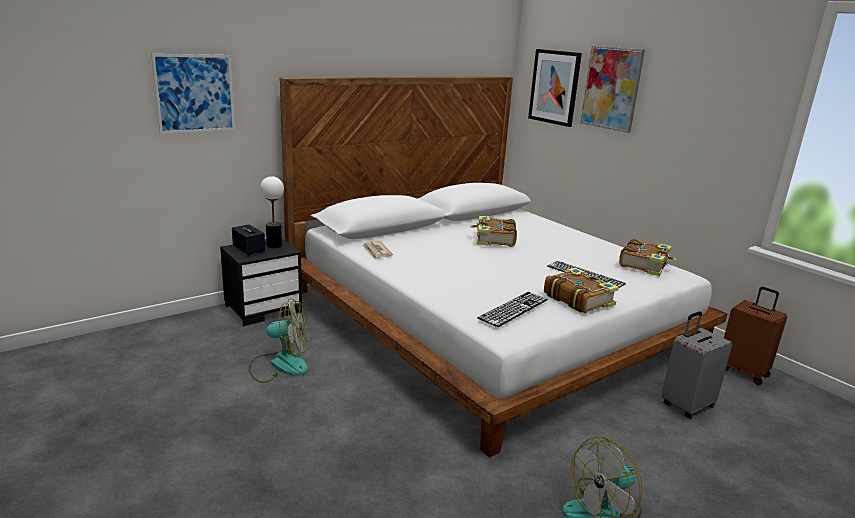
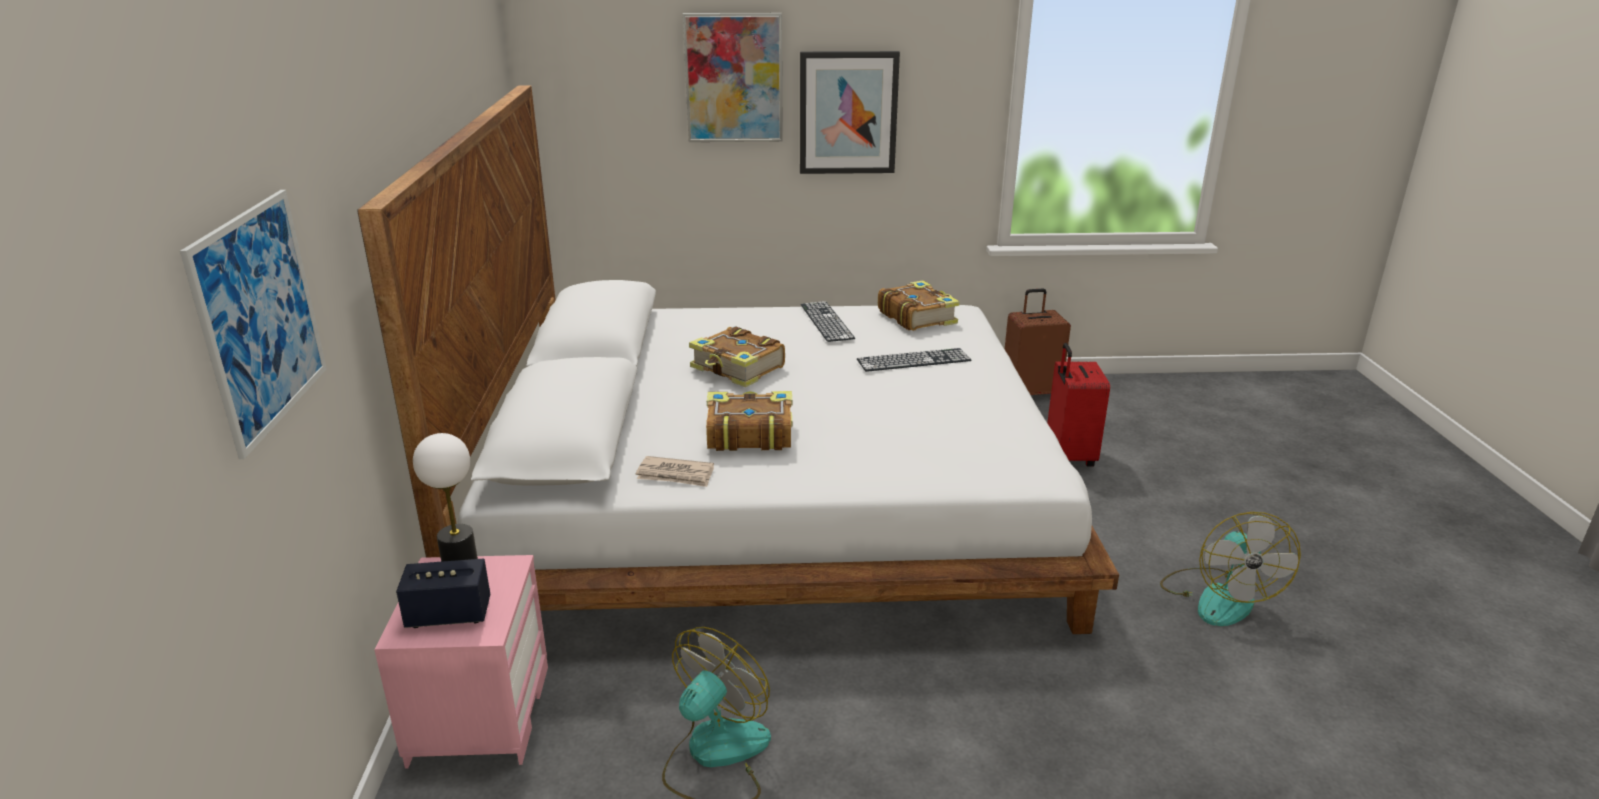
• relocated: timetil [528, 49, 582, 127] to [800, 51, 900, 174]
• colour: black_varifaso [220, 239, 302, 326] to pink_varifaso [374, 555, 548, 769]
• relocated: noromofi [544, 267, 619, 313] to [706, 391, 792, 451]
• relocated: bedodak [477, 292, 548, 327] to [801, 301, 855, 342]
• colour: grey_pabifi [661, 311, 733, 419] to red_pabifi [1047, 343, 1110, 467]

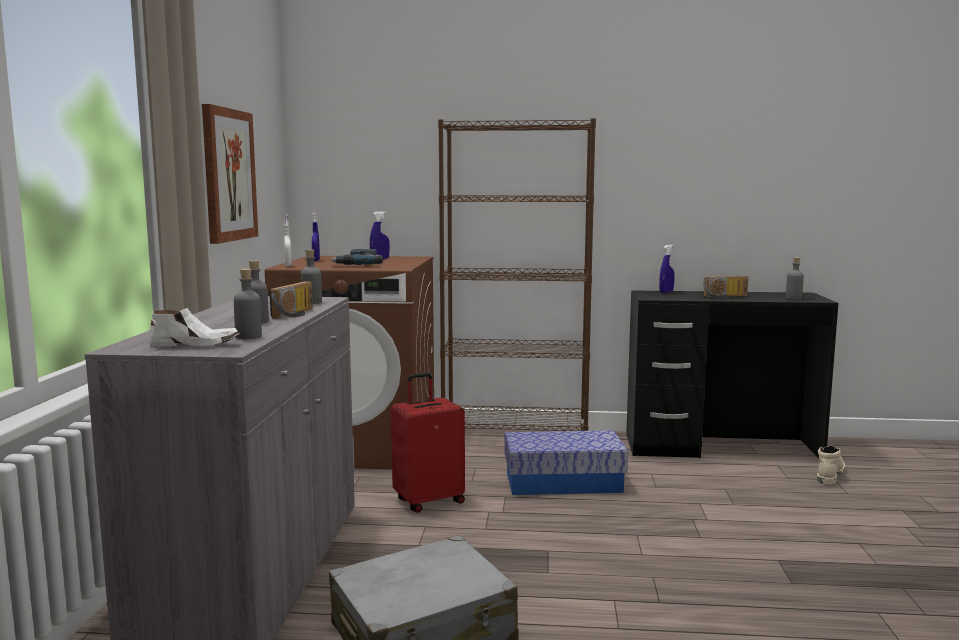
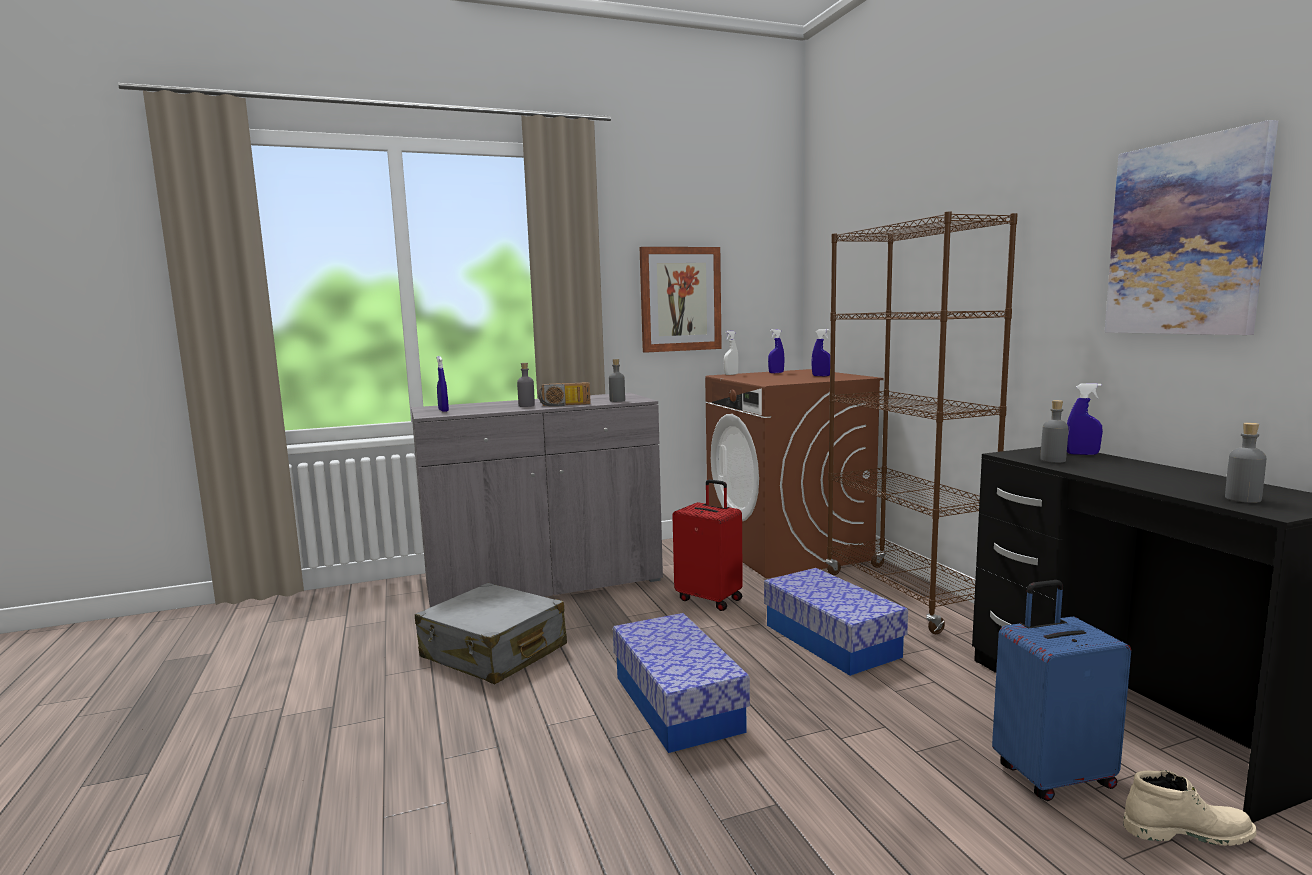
• missing: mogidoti [331, 249, 383, 265]
• relocated: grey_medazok [234, 269, 262, 339] to [1040, 400, 1069, 463]
• missing: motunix [703, 276, 749, 298]
• exchanged: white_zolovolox [149, 308, 239, 347] to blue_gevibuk [437, 356, 449, 412]
• appeared: timetil [1104, 120, 1278, 335]
• appeared: blue_pabifi [992, 580, 1131, 801]
• appeared: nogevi [613, 613, 750, 753]

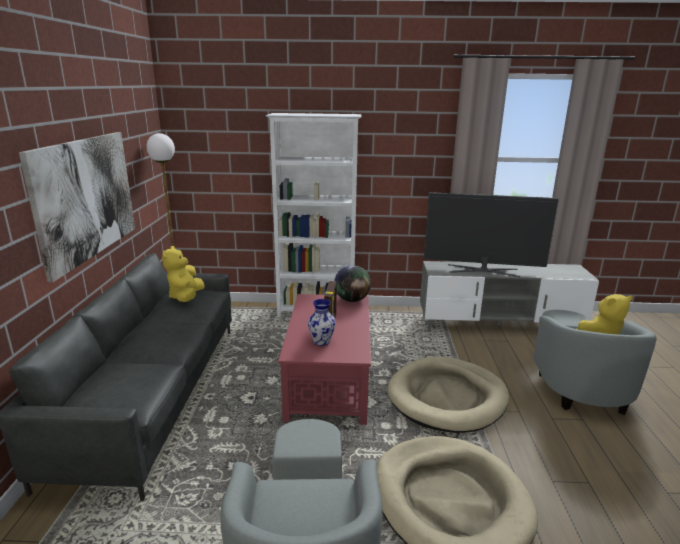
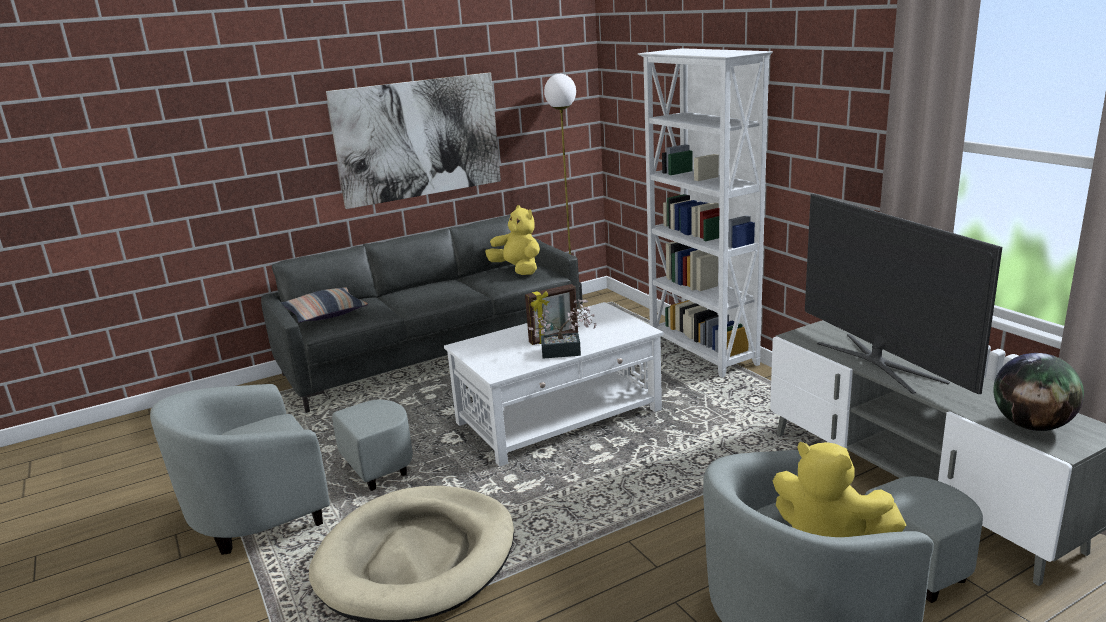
• spun: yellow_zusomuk [162, 246, 205, 302] = [485, 205, 540, 275] 75 degrees clockwise
• relocated: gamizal [335, 265, 371, 302] to [993, 353, 1084, 431]
• colour: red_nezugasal [278, 294, 372, 425] to white_nezugasal [444, 302, 663, 467]
• missing: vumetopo [308, 299, 336, 346]
• missing: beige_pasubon [387, 356, 509, 433]
• appeared: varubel [281, 287, 368, 323]
• appeared: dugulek [529, 300, 597, 359]

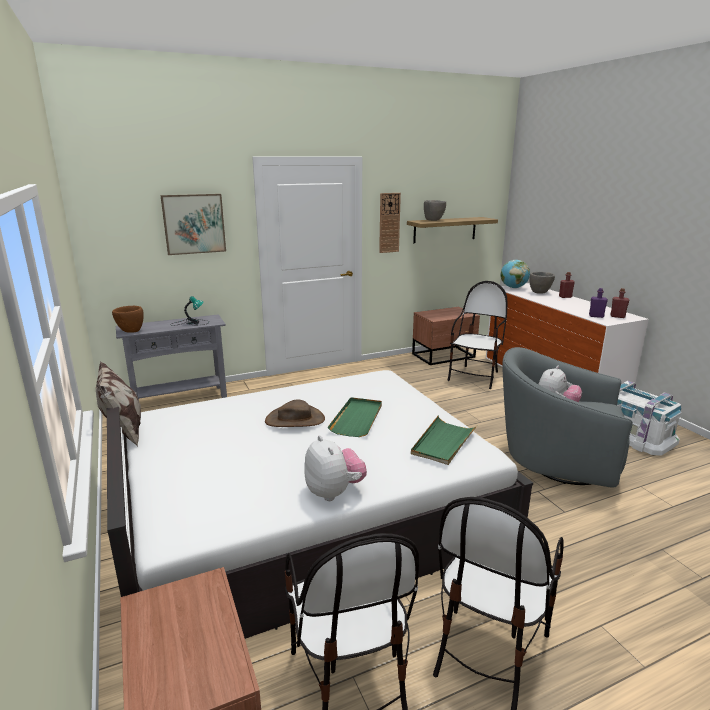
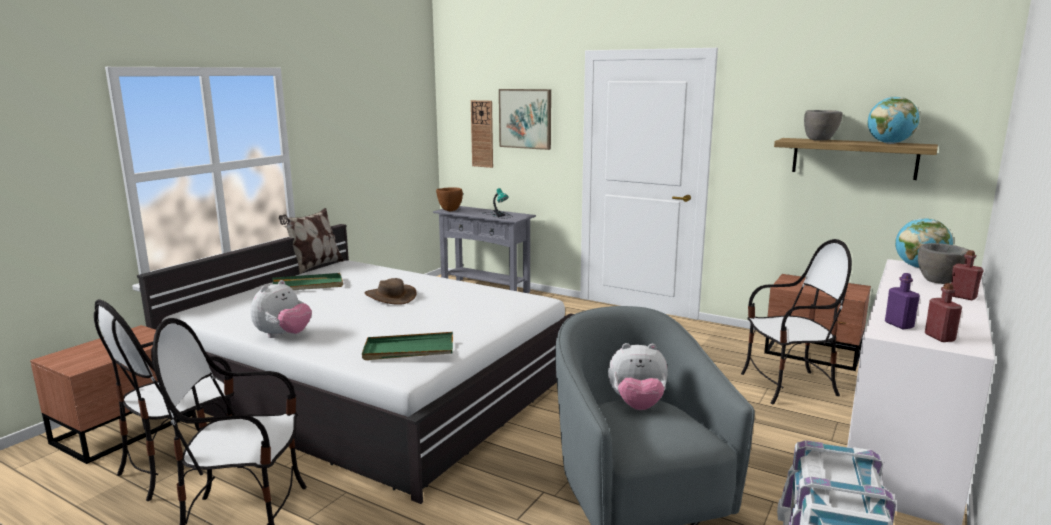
• relocated: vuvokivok [379, 193, 401, 253] to [471, 100, 493, 168]
• relocated: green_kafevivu [328, 397, 382, 437] to [272, 273, 343, 290]
• appeared: gamizal [867, 97, 919, 144]

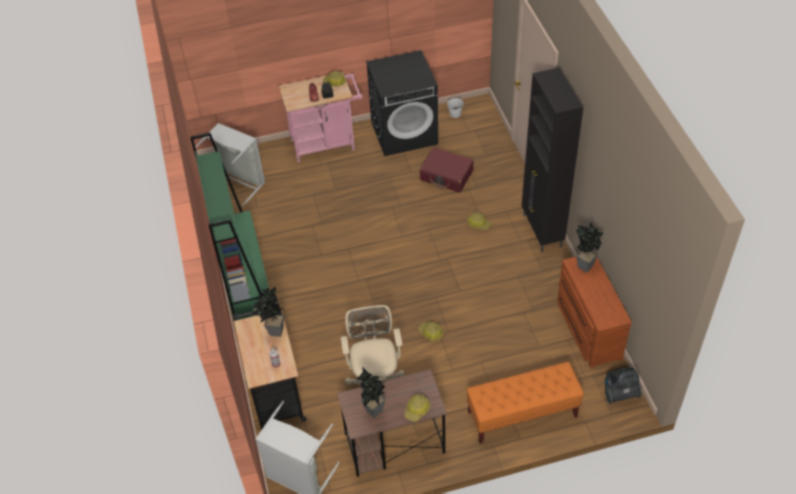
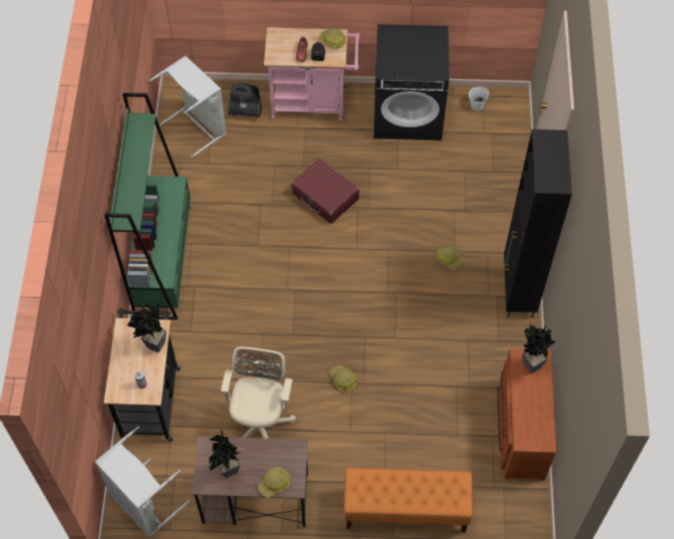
• relocated: red_pabifi [419, 148, 474, 193] to [291, 159, 359, 224]
• relocated: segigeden [605, 367, 642, 404] to [228, 83, 262, 117]

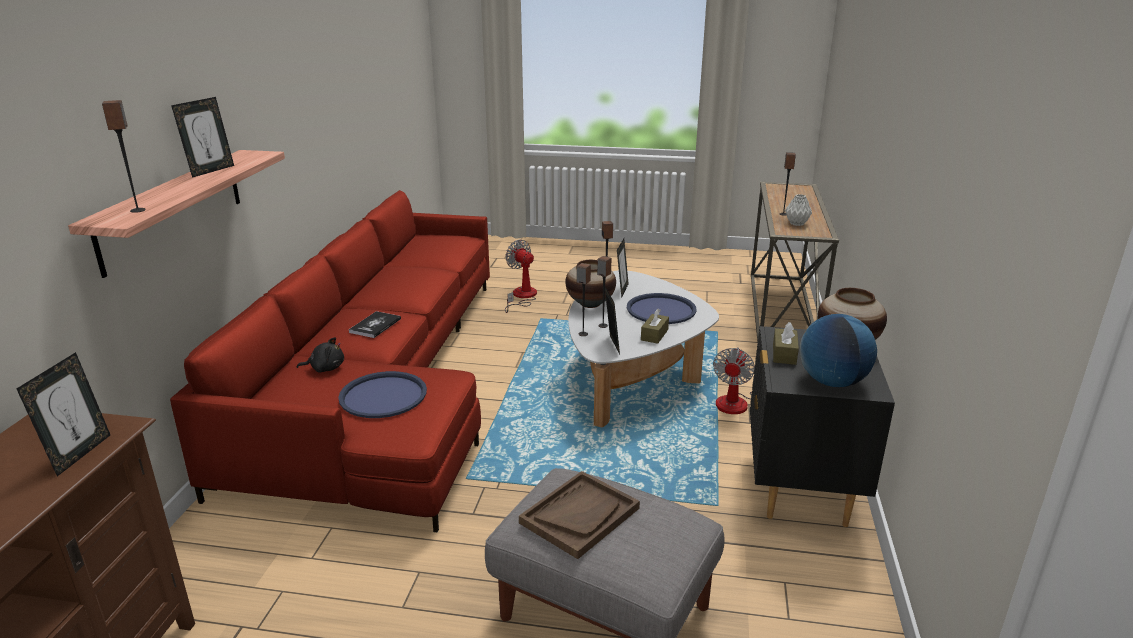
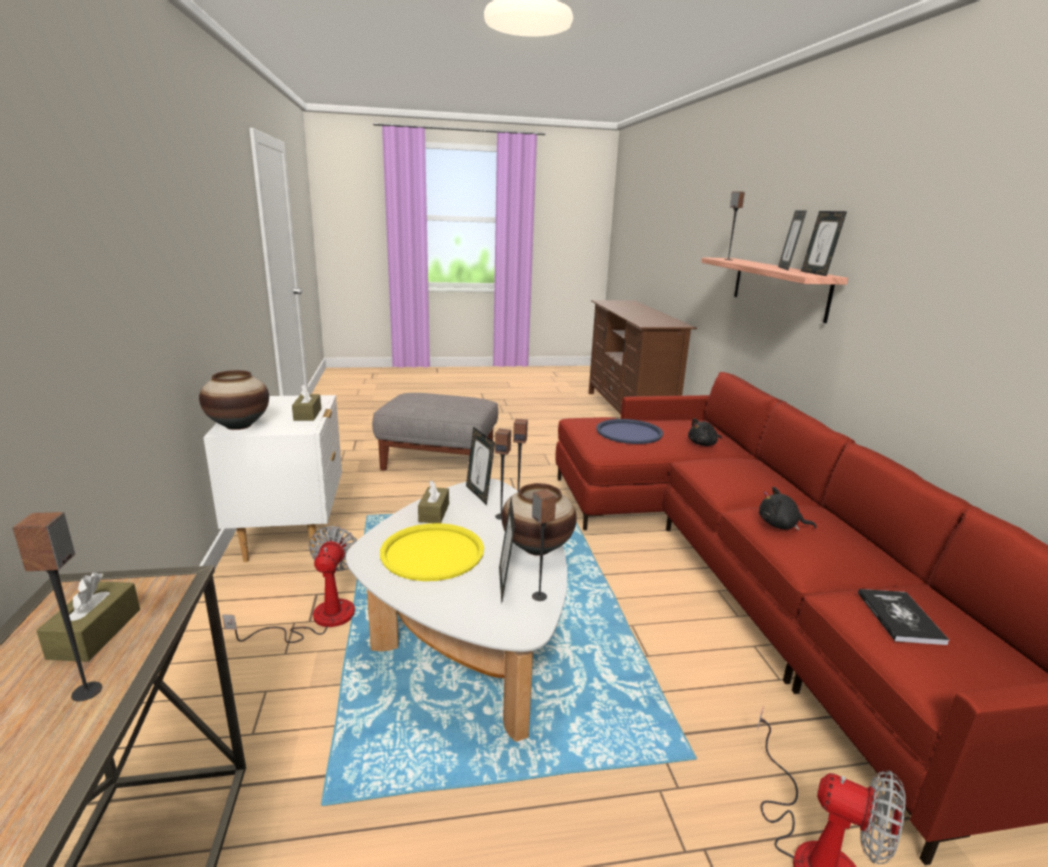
• exchanged: grey_vumetopo [785, 194, 812, 226] to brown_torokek [36, 572, 140, 662]
• colour: blue_kafevivu [627, 293, 697, 324] to yellow_kafevivu [380, 523, 484, 581]
• relocated: noromofi [349, 311, 401, 338] to [858, 589, 949, 645]
• missing: gamizal [800, 314, 877, 387]
• colour: black_varifaso [750, 326, 895, 527] to white_varifaso [203, 395, 342, 562]
• relocated: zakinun [17, 352, 110, 476] to [801, 211, 847, 276]
• missing: brown_kafevivu [519, 471, 640, 559]
• appeared: black_zusomuk [759, 487, 817, 530]

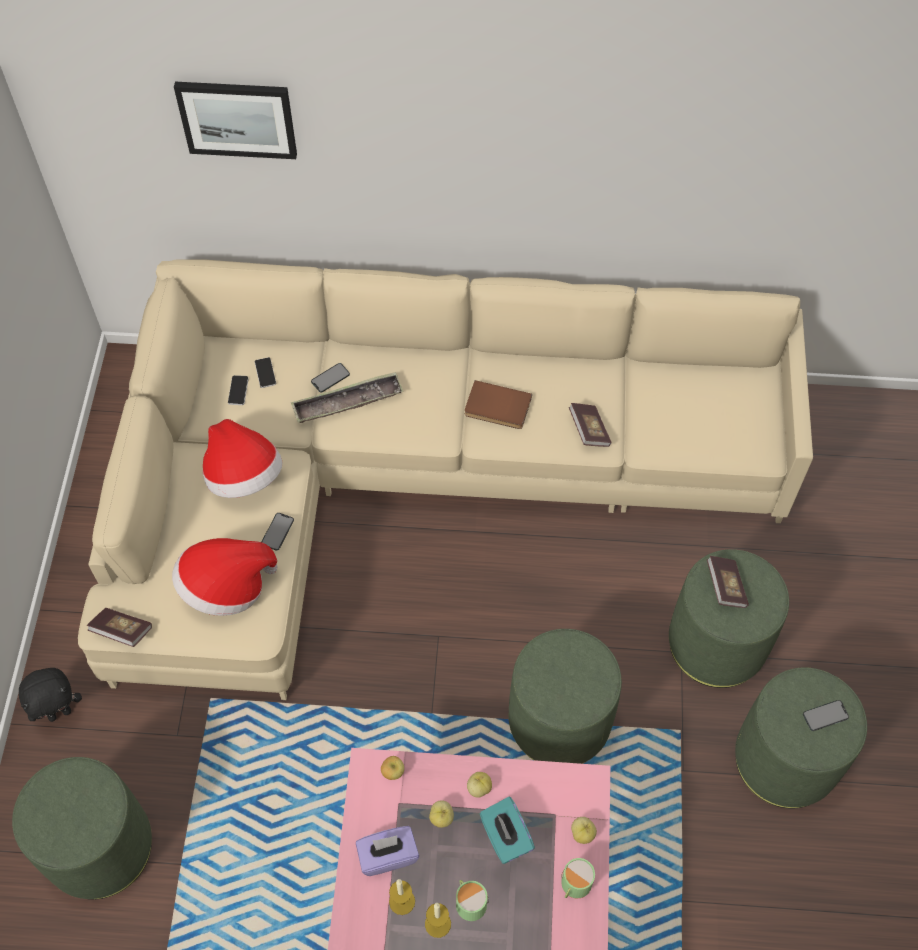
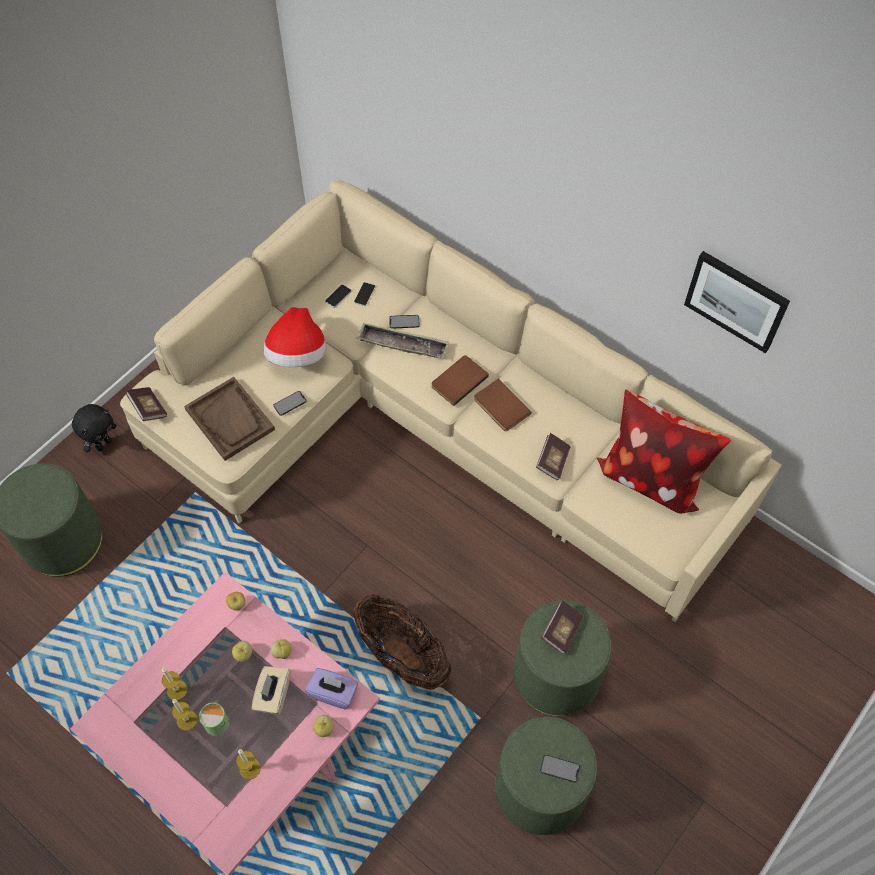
• relocated: timetil [174, 82, 297, 159] to [684, 251, 790, 353]
• exchanged: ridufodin [172, 538, 278, 616] to brown_kafevivu [184, 377, 275, 461]
• exchanged: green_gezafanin [509, 629, 622, 764] to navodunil [353, 594, 451, 690]
• spun: black_zusomuk [19, 668, 82, 722] = [72, 404, 117, 453] 60 degrees counterclockwise
• colour: turquoise_torokek [480, 797, 535, 864] to beige_torokek [252, 666, 290, 715]
• relocated: purple_torokek [356, 826, 419, 876] to [305, 668, 358, 710]
• missing: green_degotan [561, 858, 595, 898]
• appeared: brown_noromofi [432, 355, 489, 406]
• appeared: varubel [597, 389, 731, 514]
• appeared: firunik [236, 749, 261, 780]

